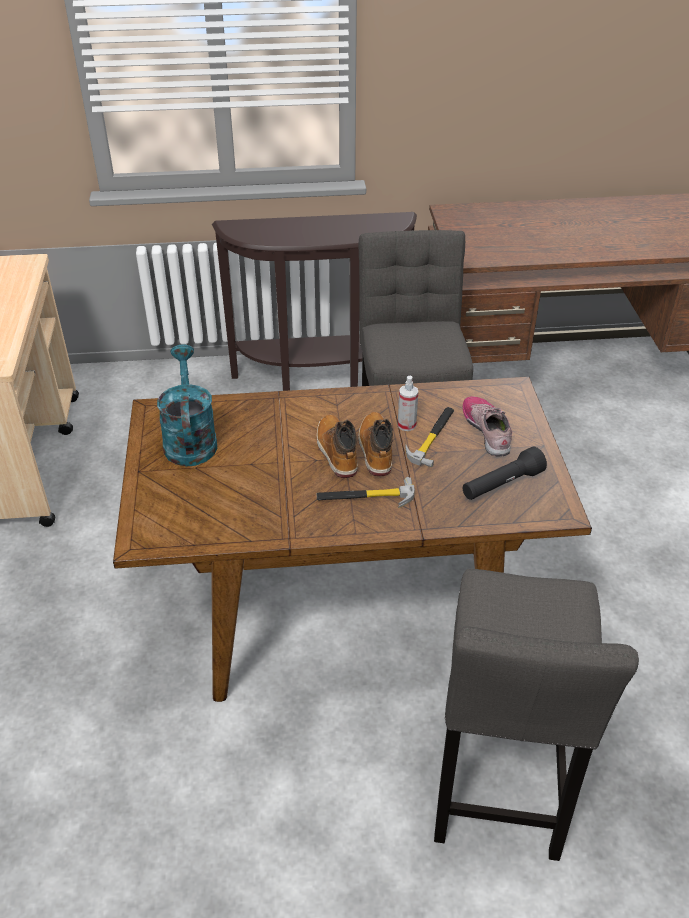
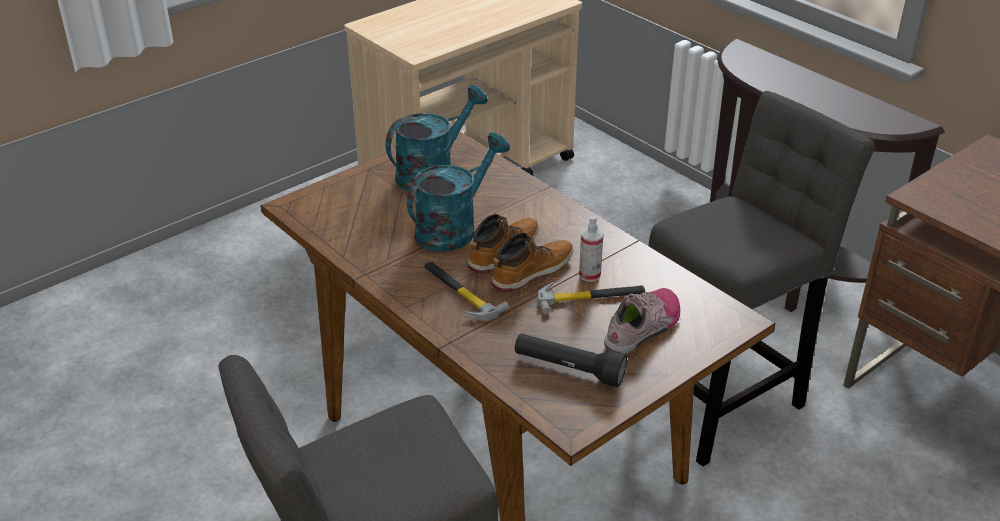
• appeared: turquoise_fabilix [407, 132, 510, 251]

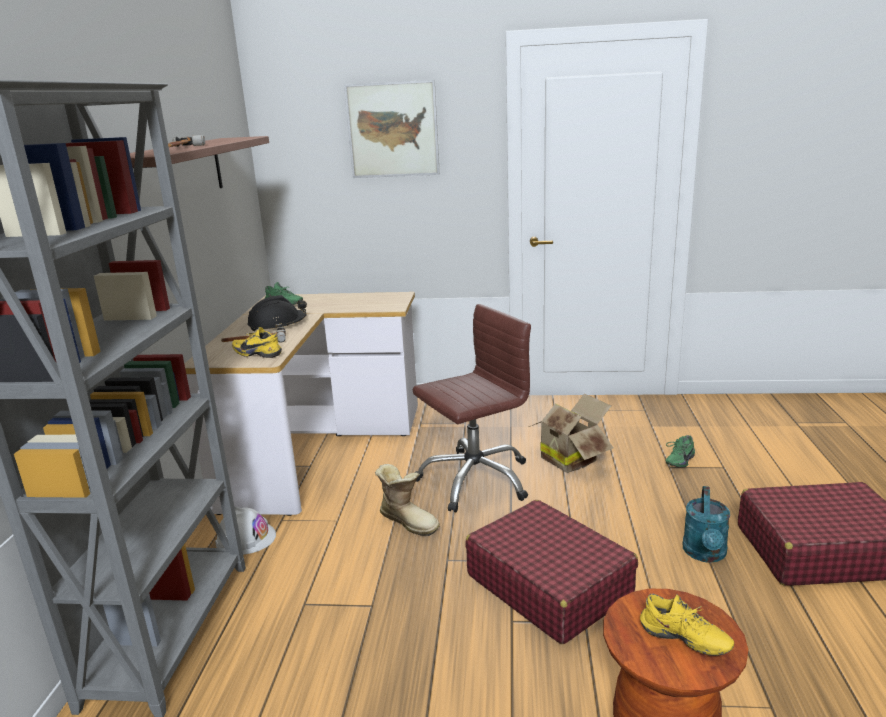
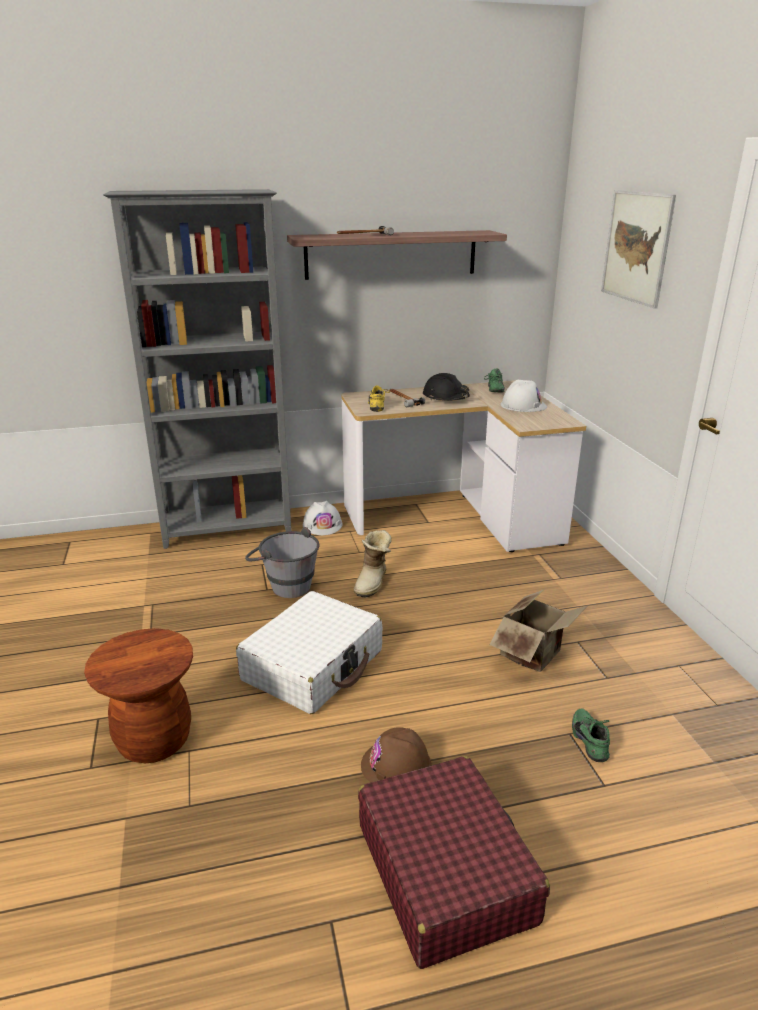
• missing: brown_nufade [413, 304, 531, 512]
• spun: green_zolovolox [666, 435, 695, 468] = [572, 709, 610, 762] 60 degrees clockwise
• exchanged: turquoise_fabilix [683, 486, 730, 563] to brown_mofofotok [361, 727, 432, 782]
• colour: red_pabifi [465, 500, 638, 644] to white_pabifi [236, 591, 382, 714]
• missing: yellow_zolovolox [640, 594, 734, 656]
• appeared: white_mofofotok [500, 380, 547, 412]
• appeared: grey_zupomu [245, 527, 319, 598]

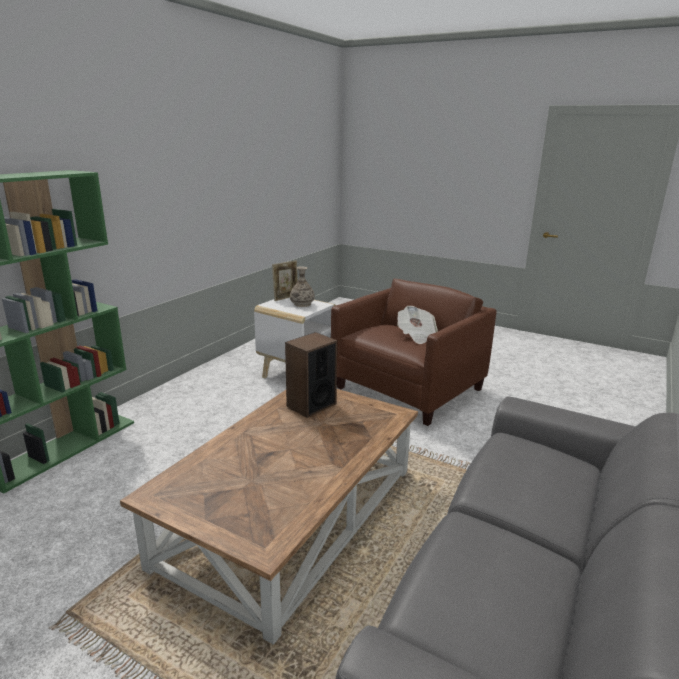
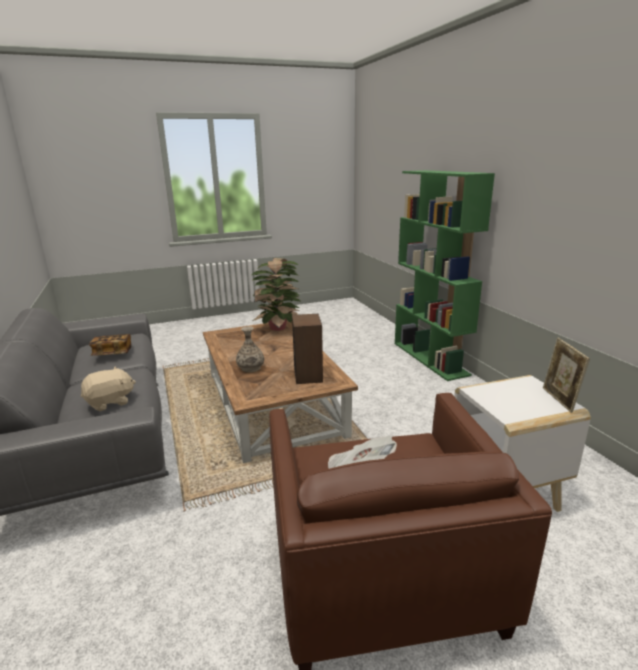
• relocated: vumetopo [290, 266, 315, 307] to [236, 326, 264, 373]
• appeared: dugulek [252, 258, 301, 331]
• appeared: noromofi [89, 334, 131, 356]
• appeared: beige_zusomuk [81, 366, 136, 411]

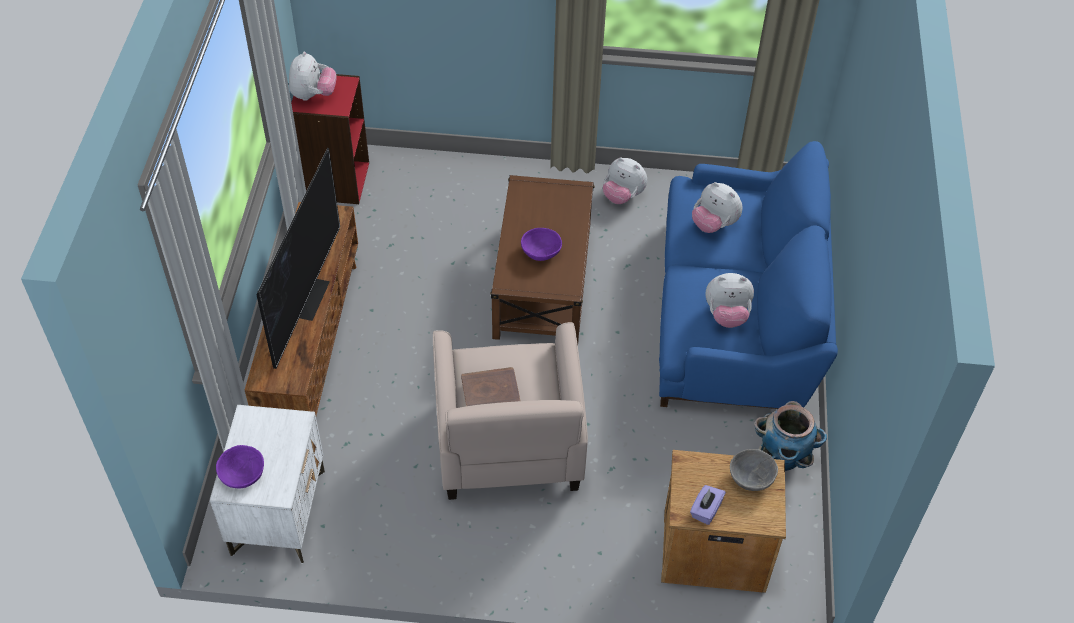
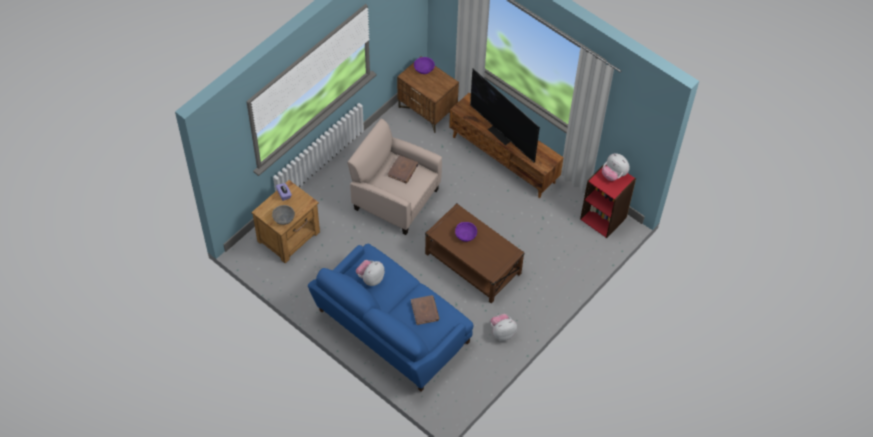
• exchanged: zusomuk [692, 182, 742, 233] to brown_noromofi [411, 295, 439, 325]
• missing: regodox [754, 401, 827, 471]
• colour: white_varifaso [210, 405, 325, 563] to brown_varifaso [397, 56, 459, 133]

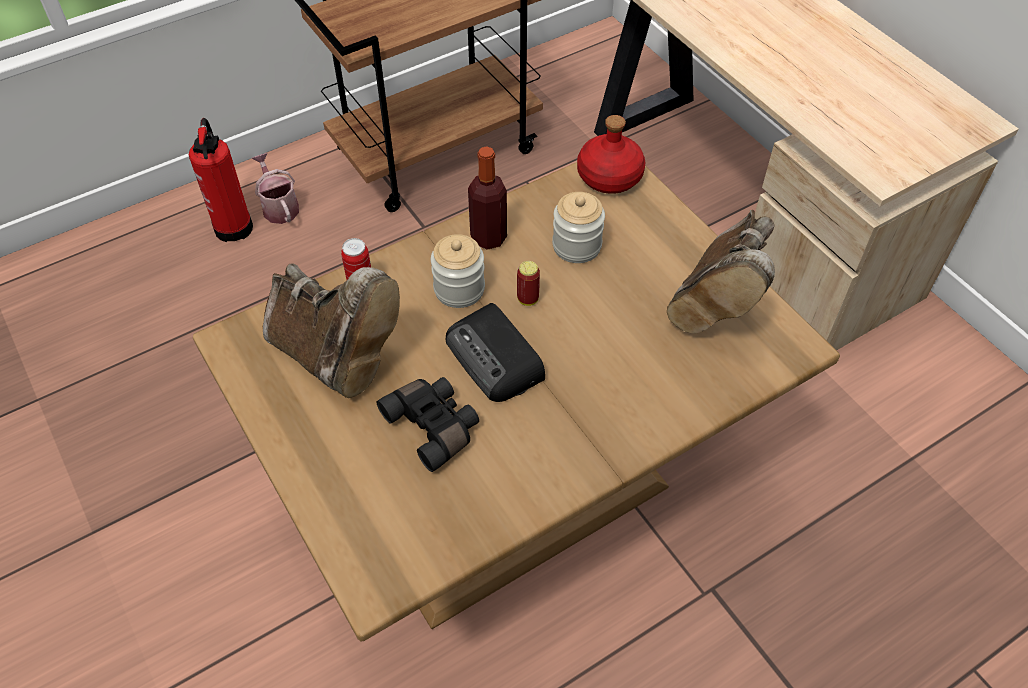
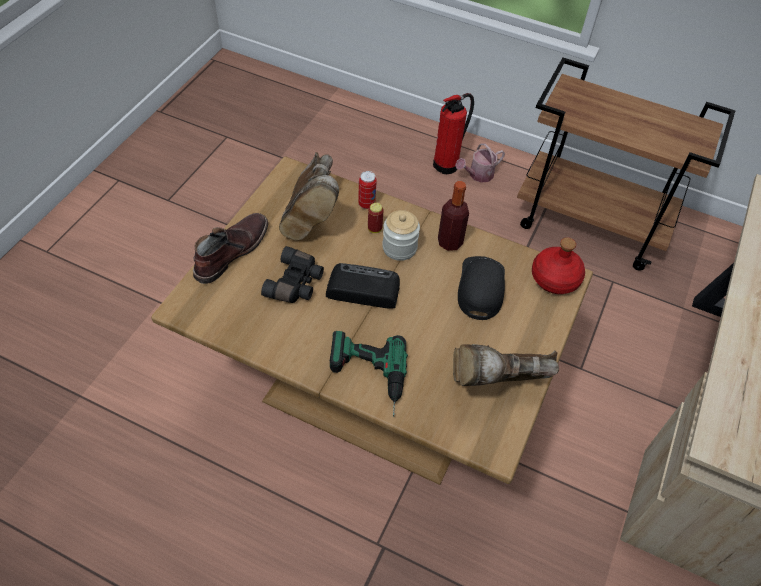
• spun: fabilix [252, 153, 299, 224] = [455, 144, 505, 183] 150 degrees counterclockwise
• exchanged: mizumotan [552, 192, 605, 263] to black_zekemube [458, 256, 505, 320]
• relocated: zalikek [517, 261, 540, 306] to [368, 203, 384, 233]
• spun: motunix [446, 303, 545, 402] = [326, 263, 400, 309] 75 degrees clockwise
• appeared: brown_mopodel [193, 213, 268, 284]
• appeared: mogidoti [330, 331, 408, 417]

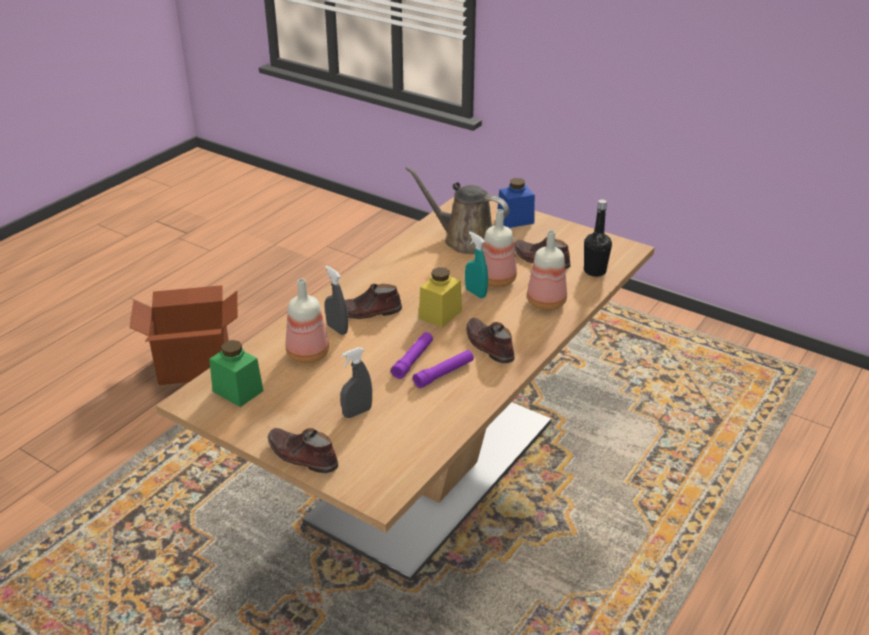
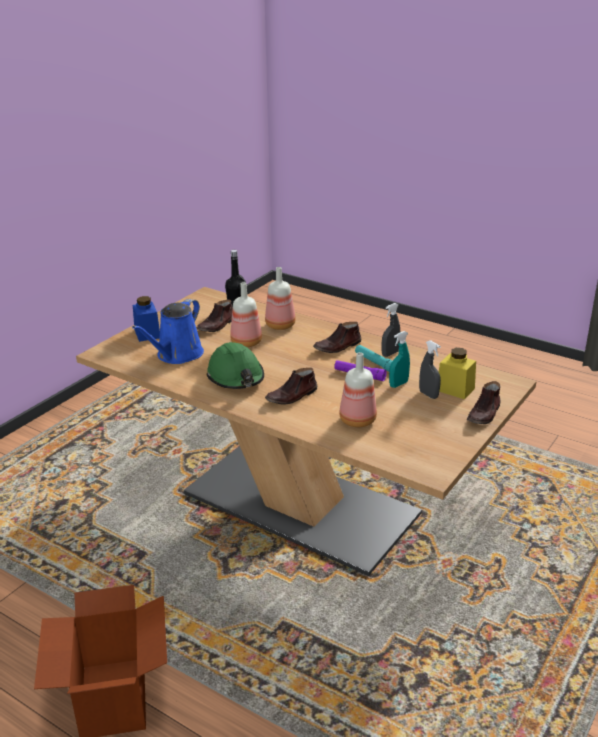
• colour: brown_fabilix [405, 166, 509, 254] to blue_fabilix [132, 299, 204, 364]
• relocated: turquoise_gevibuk [465, 232, 488, 298] to [389, 331, 410, 388]
• relocated: grey_gevibuk [325, 265, 348, 335] to [382, 303, 400, 357]
• relocated: yellow_mizumotan [419, 267, 462, 328] to [439, 348, 476, 399]
• spun: brown_zolovolox [345, 284, 402, 319] = [265, 368, 317, 405] 60 degrees clockwise
• missing: green_mizumotan [209, 340, 263, 407]
• colour: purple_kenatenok [413, 350, 474, 388] to turquoise_kenatenok [355, 345, 392, 372]
• appeared: green_mofofotok [207, 342, 264, 389]

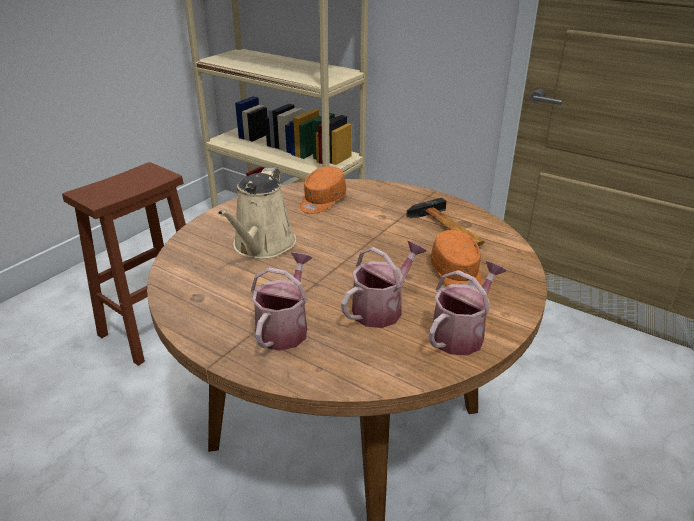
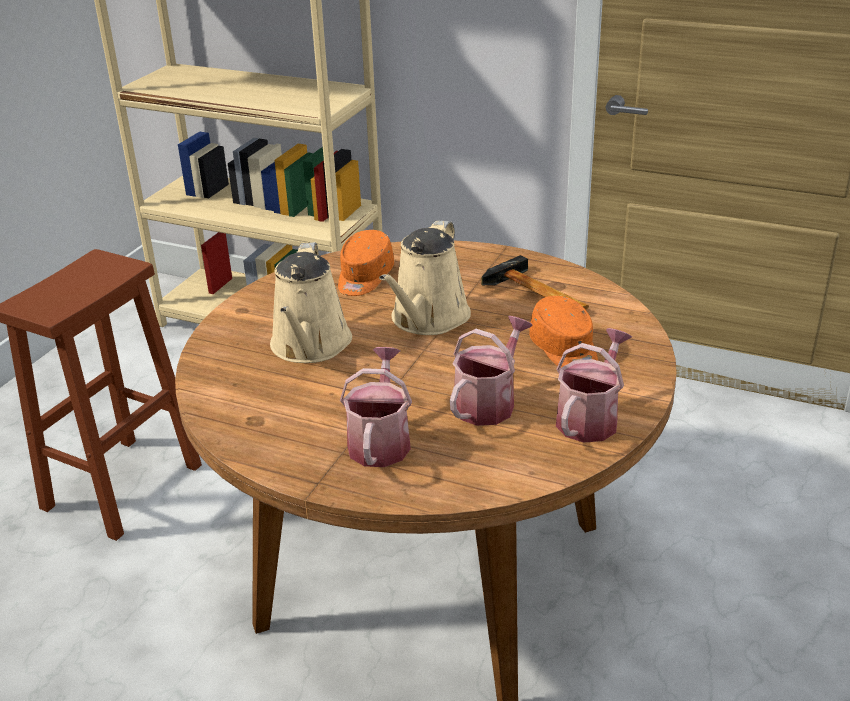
• appeared: beige_fabilix [379, 220, 471, 335]

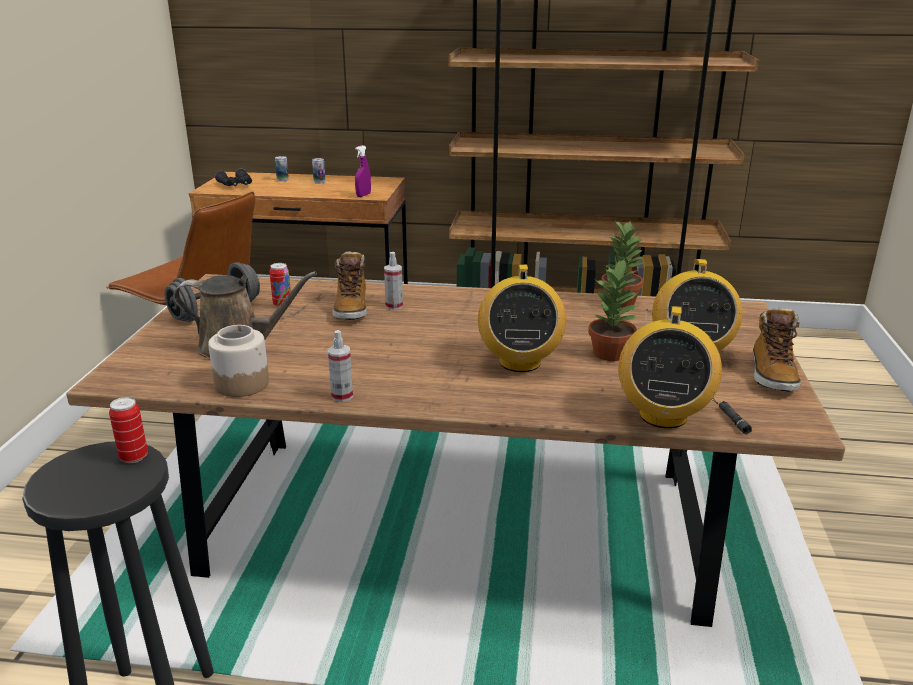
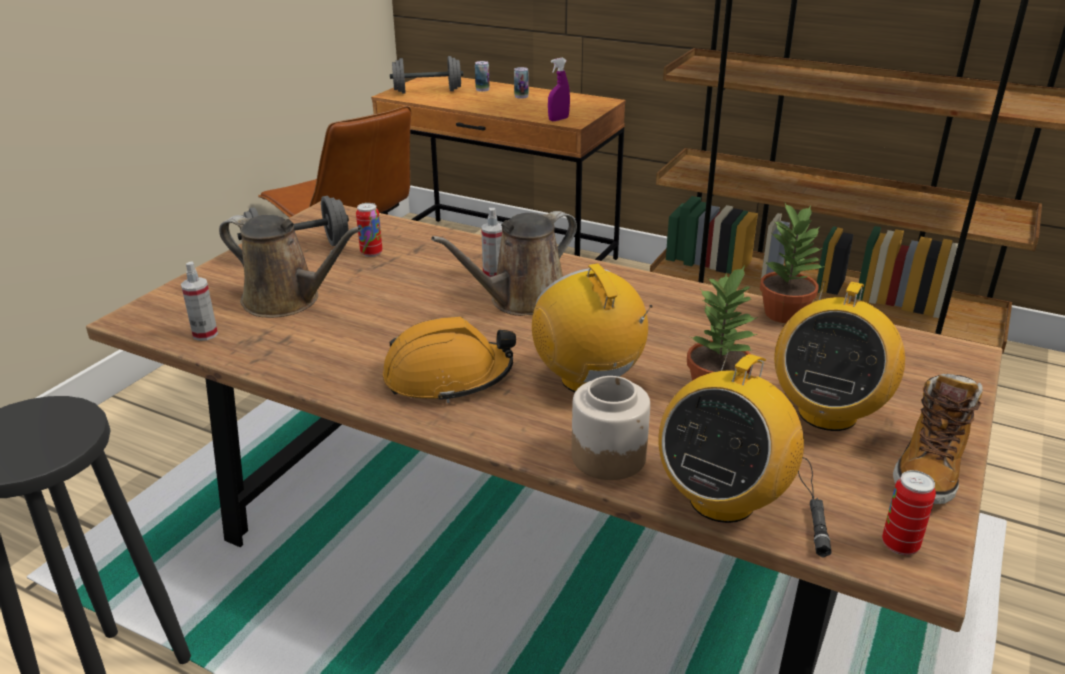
• exchanged: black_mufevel [215, 168, 252, 186] to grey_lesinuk [390, 56, 463, 94]
• missing: mopodel [332, 251, 367, 320]
• spun: motunix [478, 264, 566, 372] = [532, 263, 653, 392] 135 degrees clockwise
• relocated: mizumotan [208, 325, 269, 397] to [571, 376, 650, 480]
• relocated: gevibuk [328, 330, 353, 402] to [181, 261, 218, 341]
• relocated: zalikek [109, 397, 148, 463] to [882, 470, 936, 555]
• appeared: brown_fabilix [431, 211, 577, 316]
• appeared: orange_mofofotok [383, 317, 516, 403]

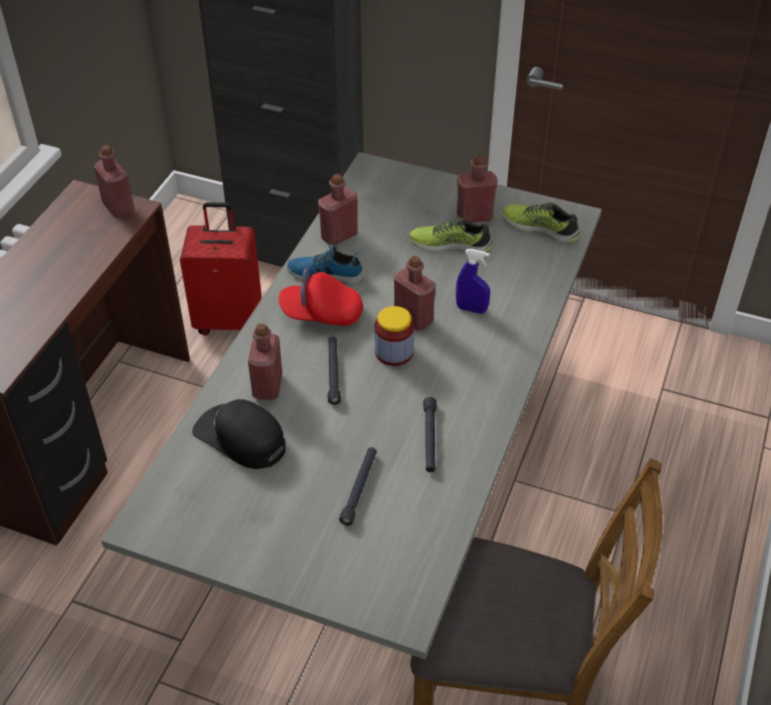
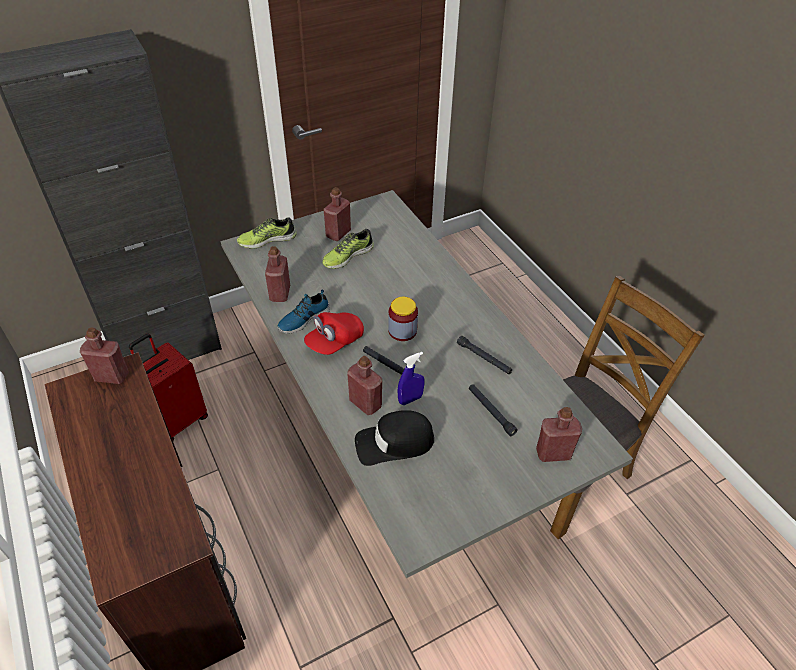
• relocated: zolovolox [503, 202, 580, 244] to [237, 217, 297, 248]
• relocated: blue_gevibuk [456, 249, 490, 314] to [398, 352, 425, 405]
• relocated: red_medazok [394, 256, 436, 331] to [536, 407, 582, 462]

